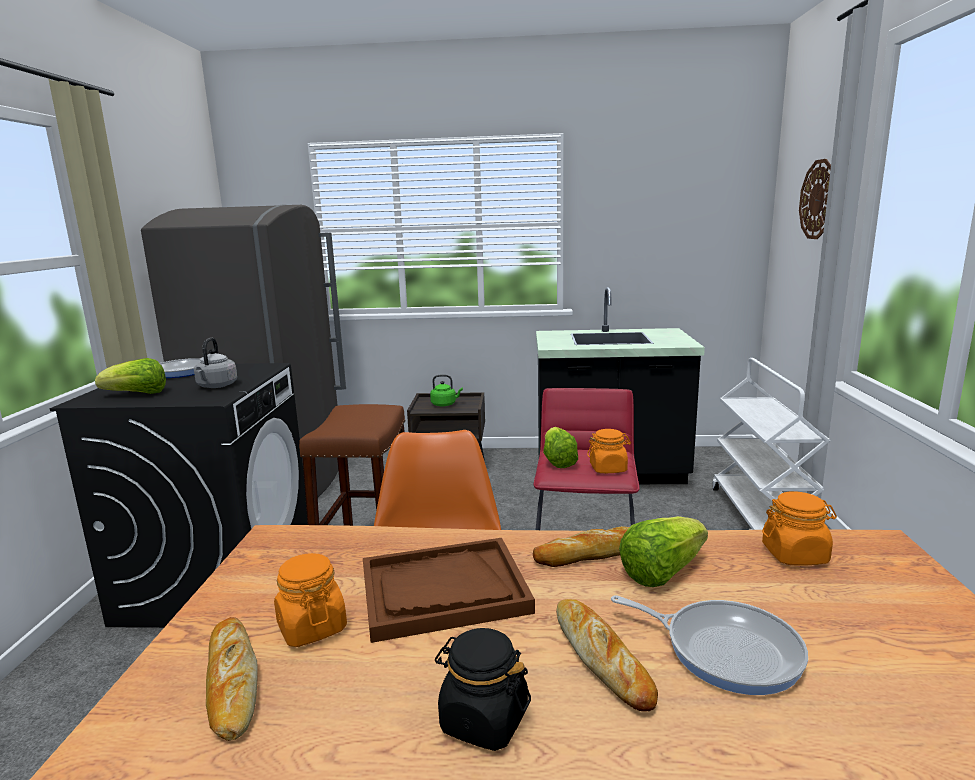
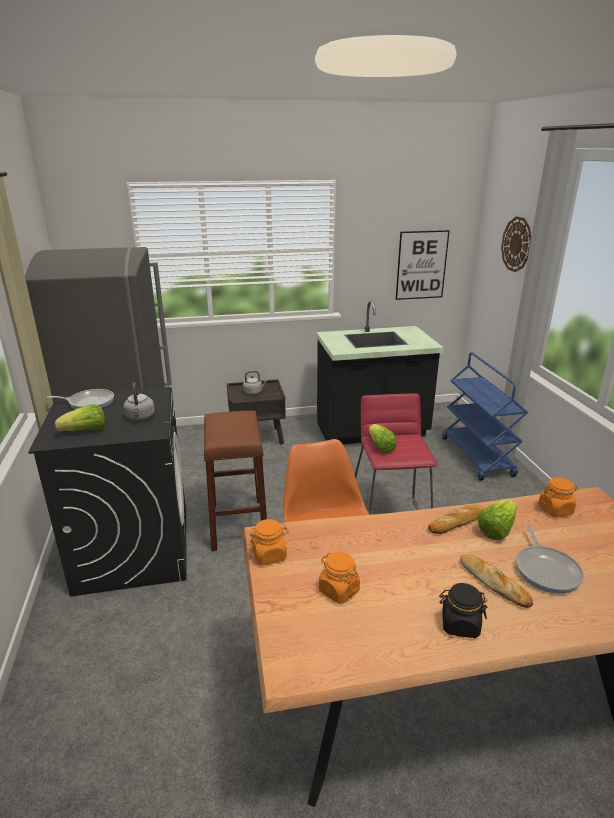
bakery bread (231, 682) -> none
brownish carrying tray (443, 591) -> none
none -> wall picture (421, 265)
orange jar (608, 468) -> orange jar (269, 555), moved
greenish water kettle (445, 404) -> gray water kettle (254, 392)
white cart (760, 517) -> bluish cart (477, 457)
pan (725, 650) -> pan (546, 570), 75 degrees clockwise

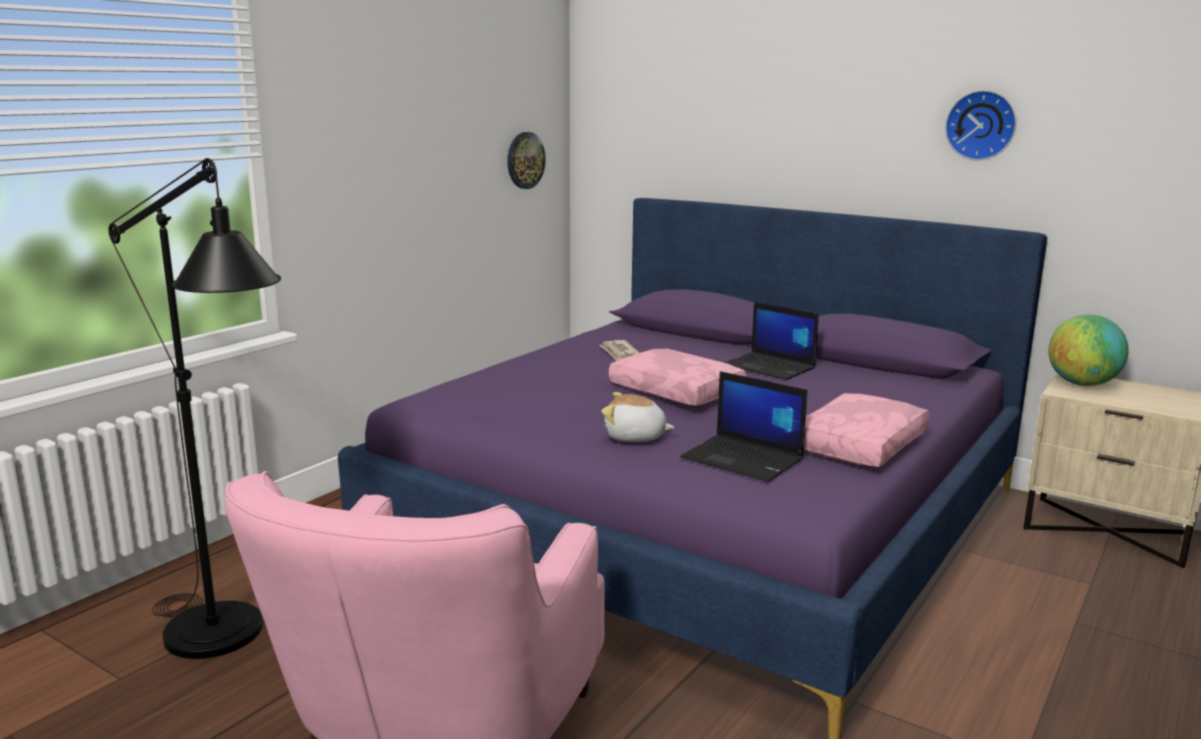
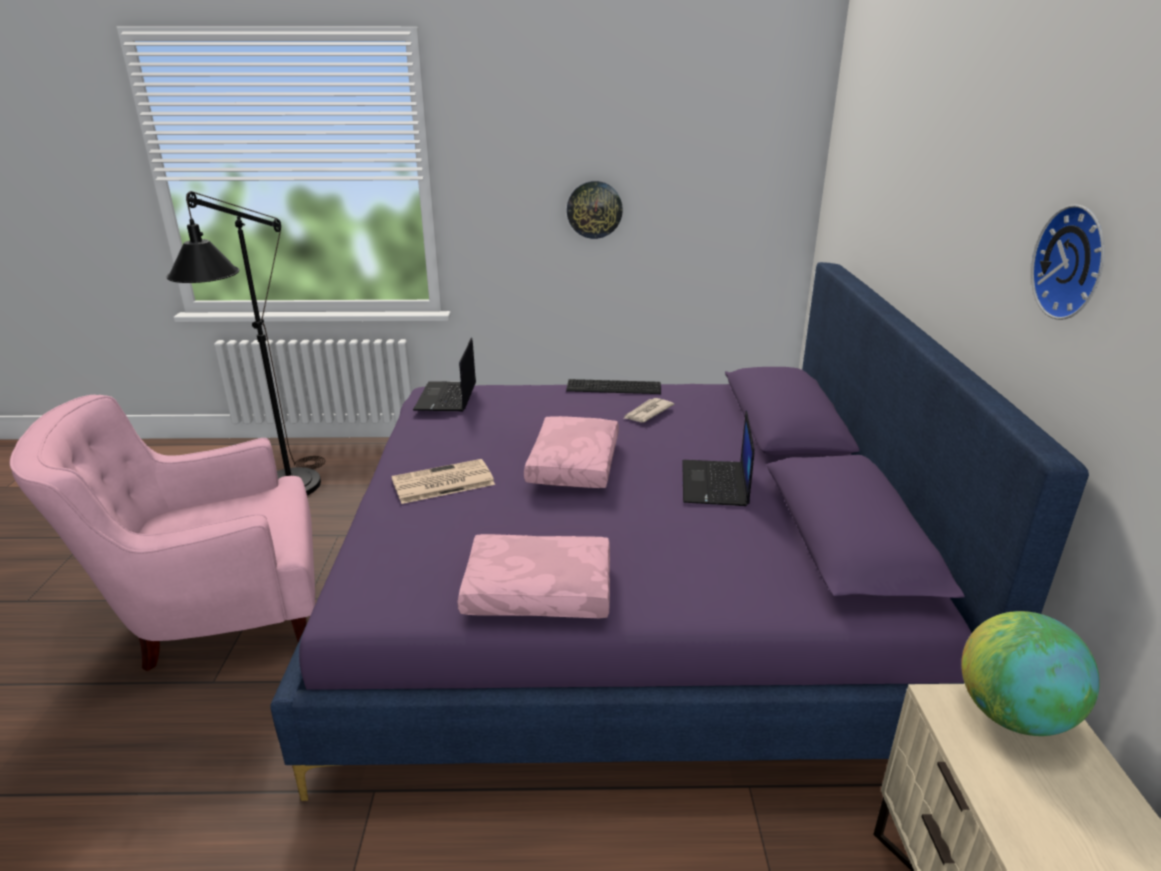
none -> keyboard (615, 387)
hanging clock (525, 160) -> hanging clock (594, 209), moved
notebook computer (744, 459) -> notebook computer (446, 397), moved
cuddly toy (634, 437) -> newspaper (442, 483)

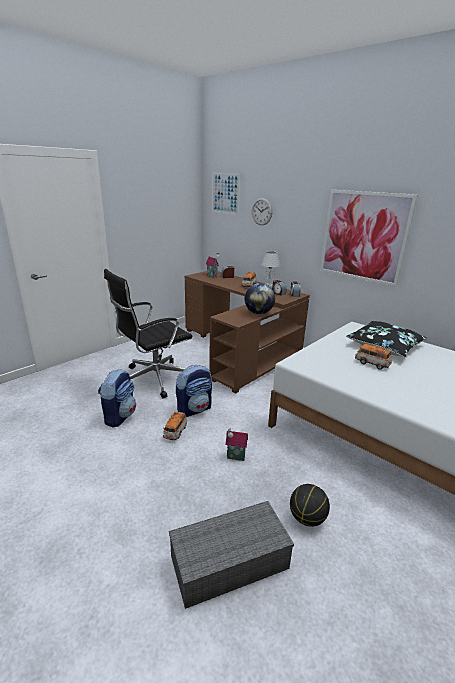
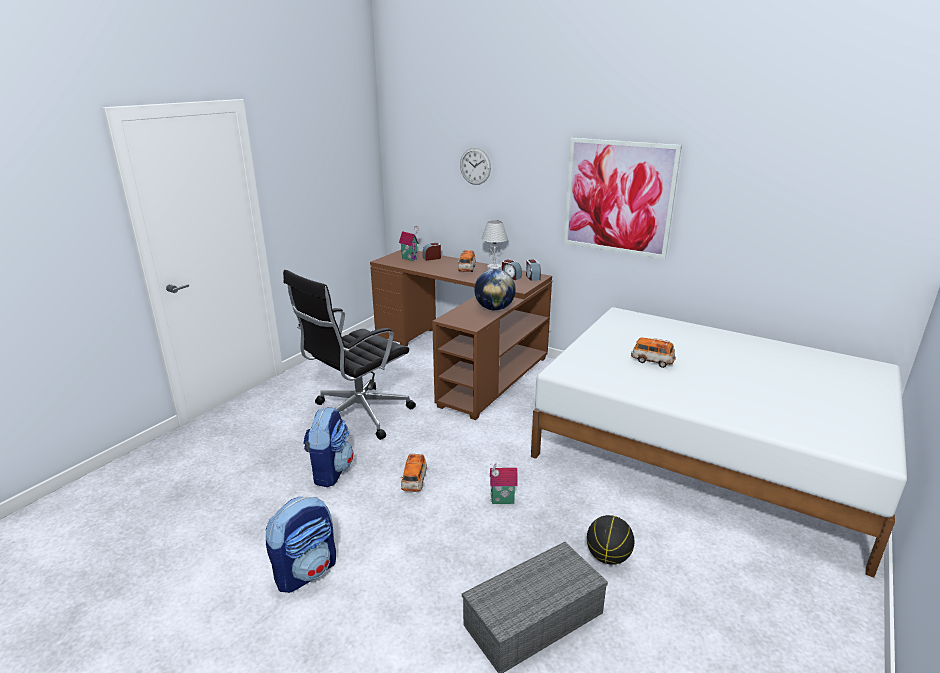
wall picture (225, 193) -> none
blackish pillow (384, 345) -> none
knapsack (194, 409) -> knapsack (306, 571), moved

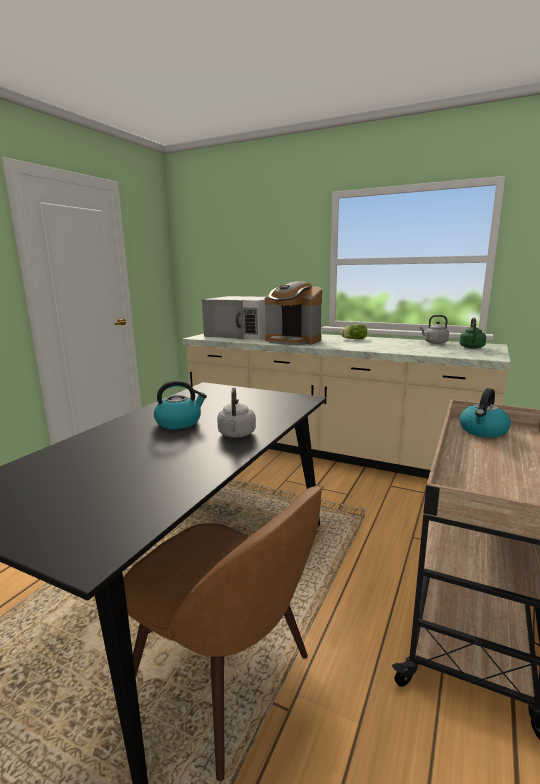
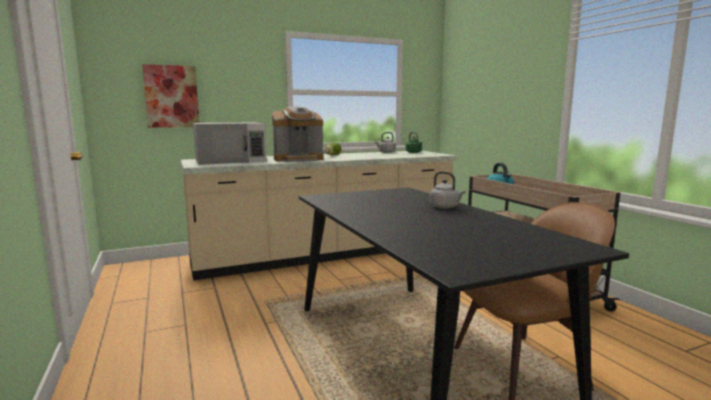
water kettle (179, 422) -> none
none -> wall picture (171, 96)

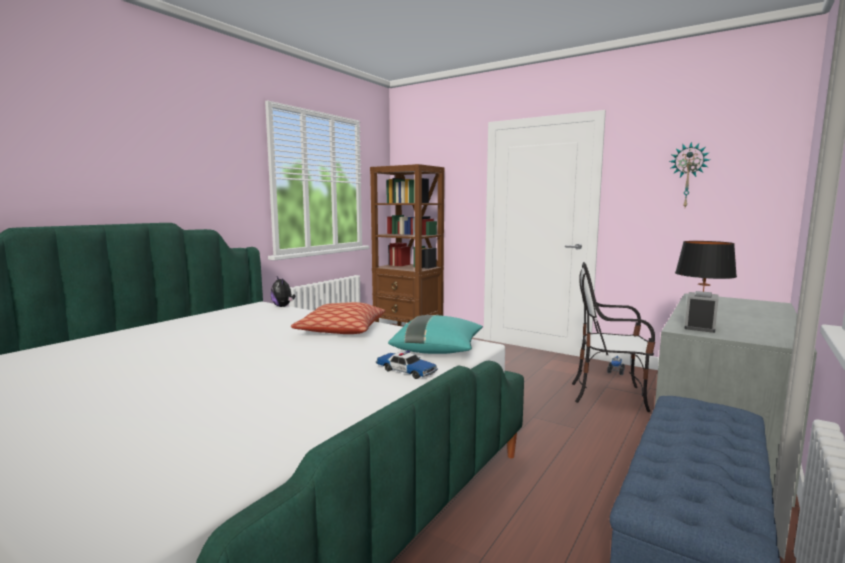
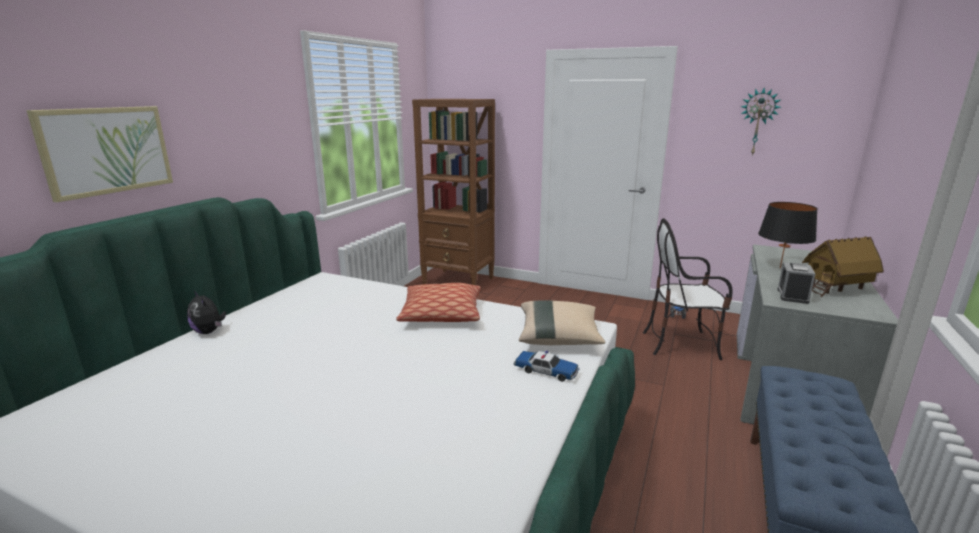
none -> wall picture (106, 150)
none -> toy house (836, 289)
cuddly toy (283, 306) -> cuddly toy (209, 332), moved
blue-green pillow (438, 350) -> beige-coloured pillow (558, 337)

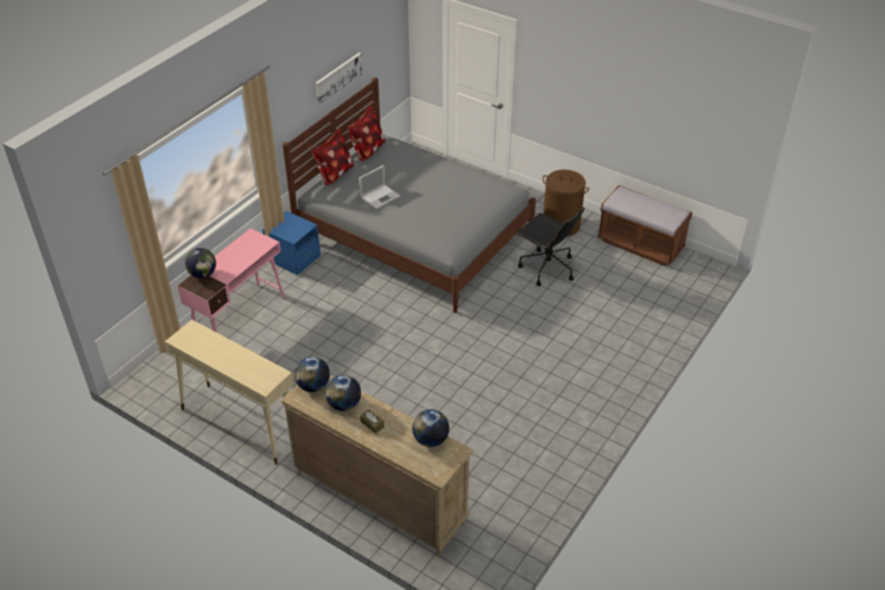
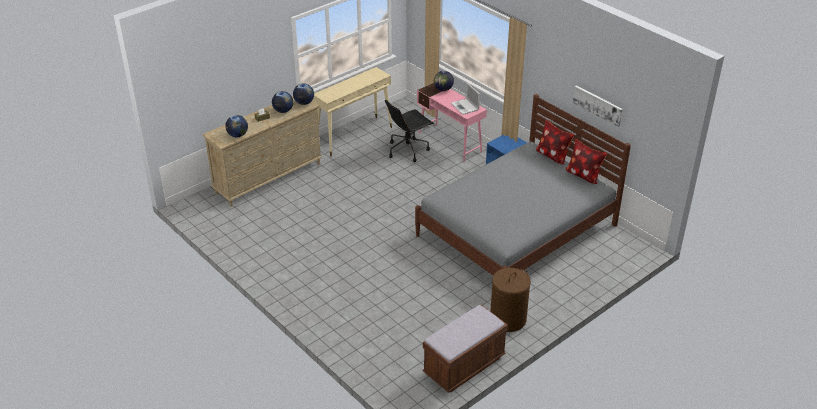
notebook computer (380, 196) -> notebook computer (465, 107), moved
blackish desk chair (546, 268) -> blackish desk chair (408, 150), moved

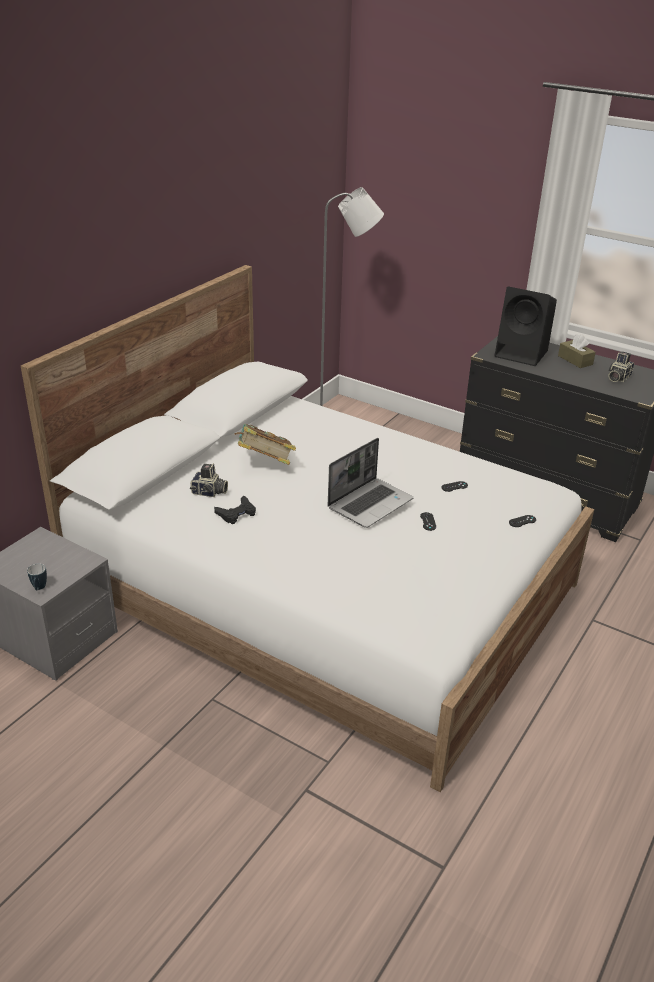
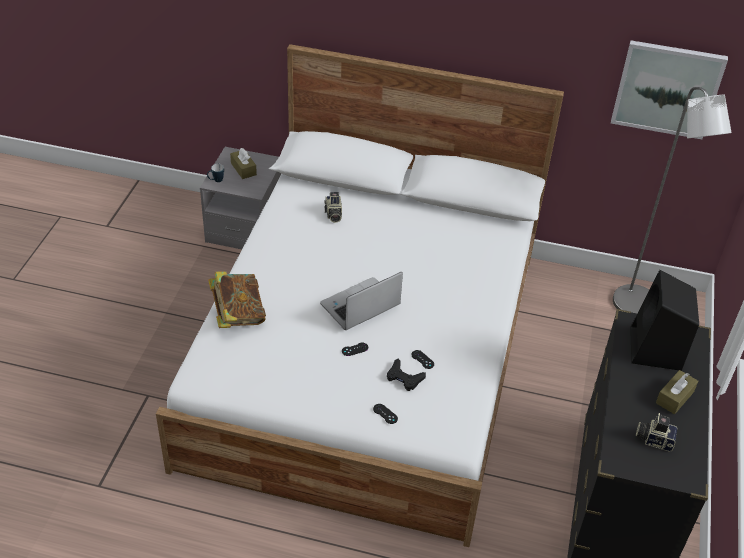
none -> brownish box of tissues (243, 169)
none -> wall picture (667, 89)
blackish gamepad (236, 513) -> blackish gamepad (404, 378), moved
book (265, 463) -> book (238, 315), moved
notebook computer (370, 503) -> notebook computer (359, 306), 120 degrees clockwise

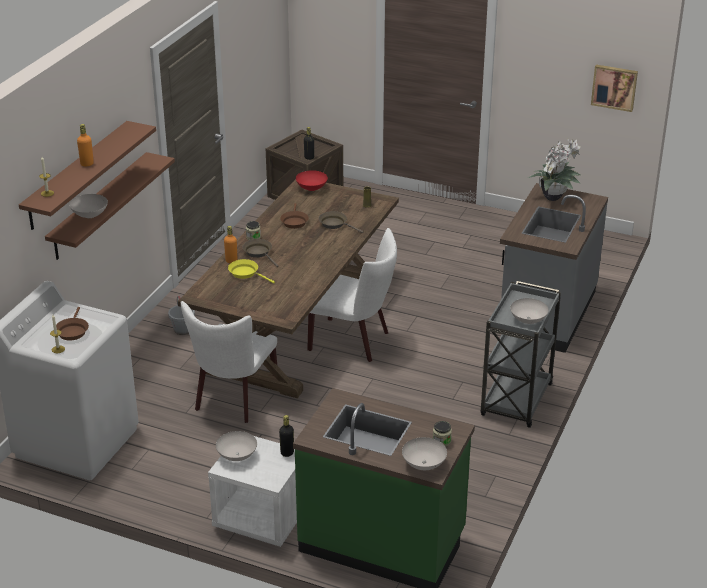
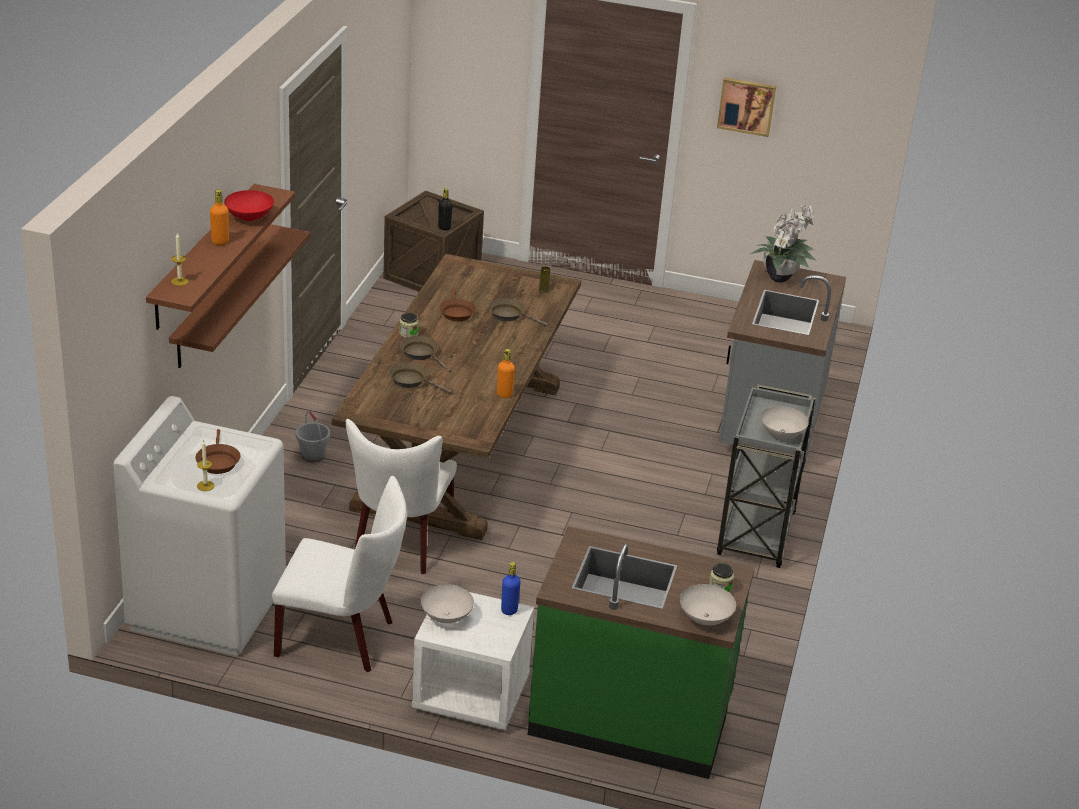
white deep dish (89, 215) -> none
orange beverage bottle (231, 261) -> orange beverage bottle (504, 394), moved
red-coloured deep dish (311, 188) -> red-coloured deep dish (248, 217), moved
white plain chair (354, 341) -> white plain chair (342, 638), moved
wall picture (614, 87) -> wall picture (746, 106), moved
yellowish pan (246, 273) -> brownish pan (411, 381)
blackish beverage bottle (287, 453) -> bluish beverage bottle (509, 610)

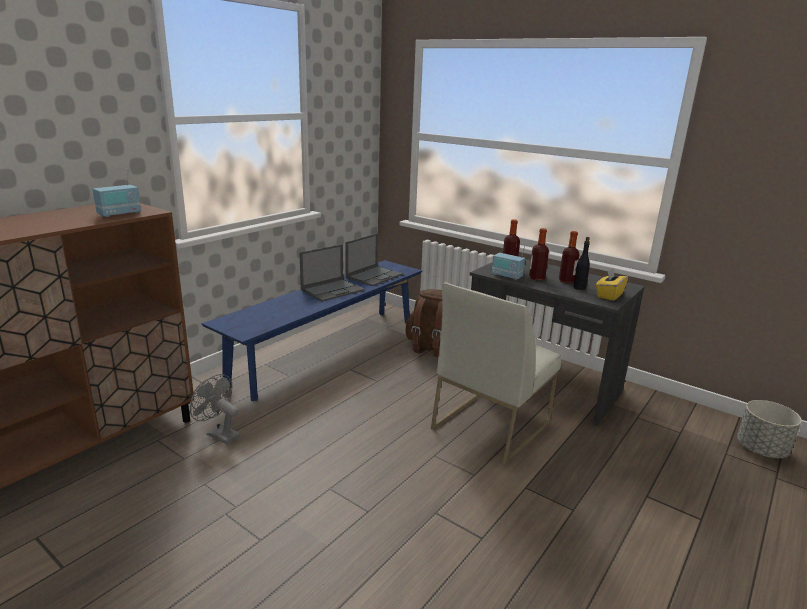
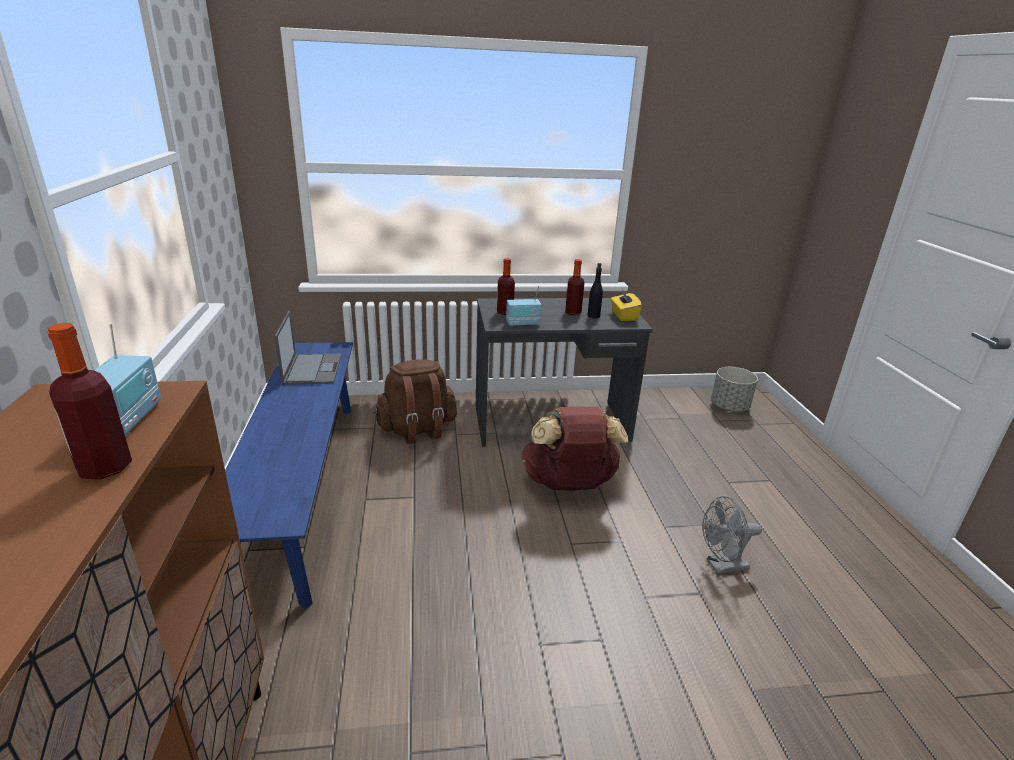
notebook computer (333, 290) -> none
gray cooling fan (219, 434) -> gray cooling fan (721, 566), moved
beverage bottle (536, 278) -> beverage bottle (105, 467), moved
white plain chair (490, 425) -> brownish knapsack (569, 485)

